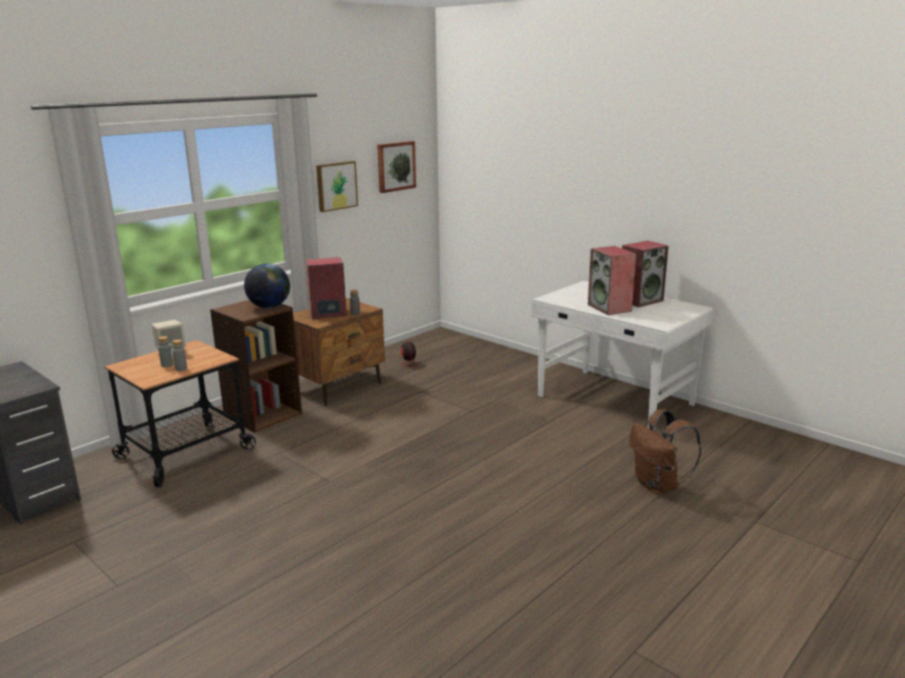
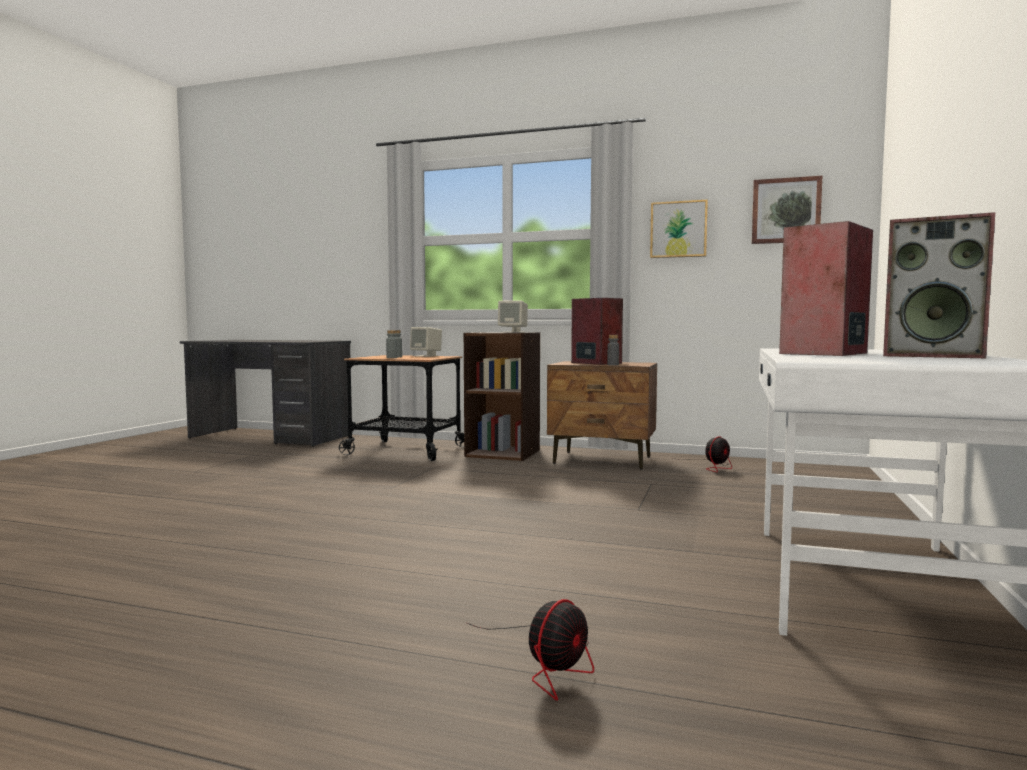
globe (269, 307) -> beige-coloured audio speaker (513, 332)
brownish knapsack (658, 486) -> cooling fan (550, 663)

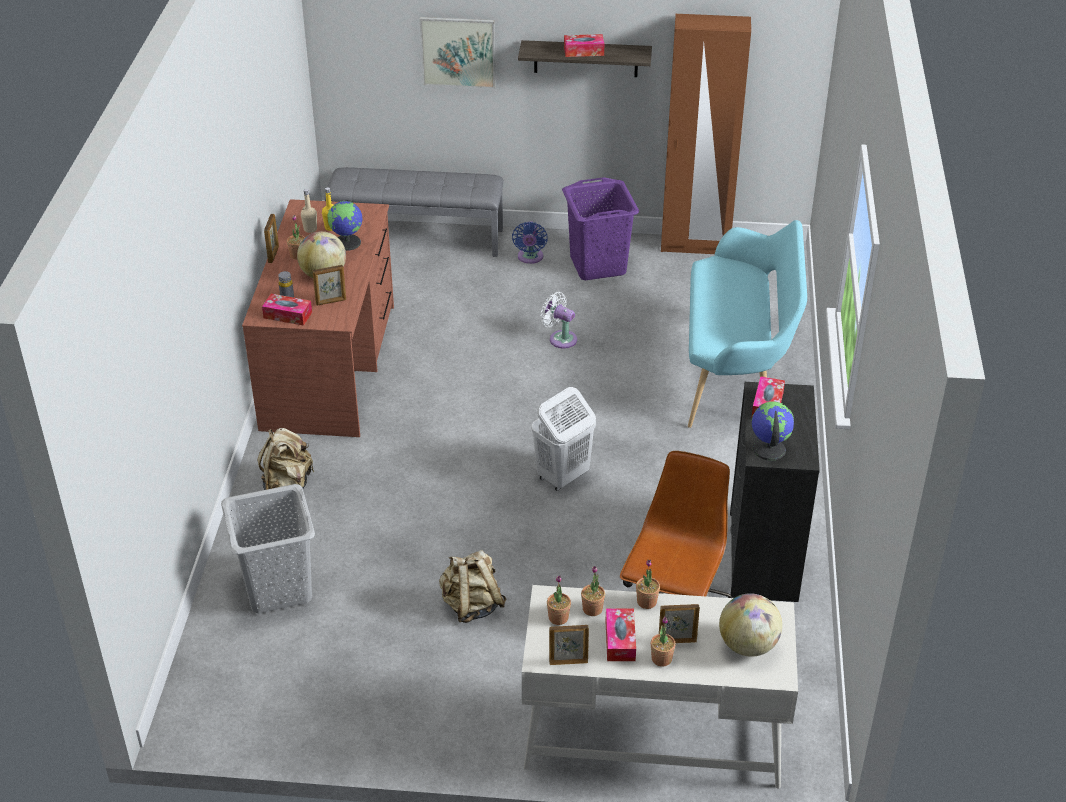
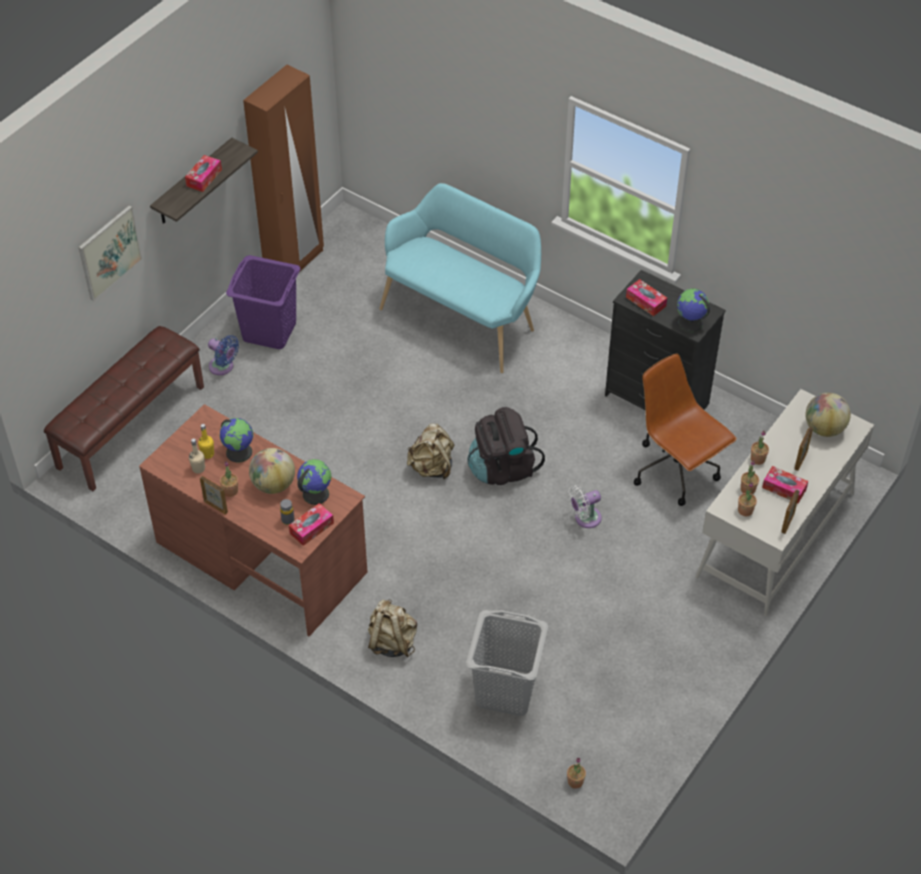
beige-coloured knapsack (471, 605) -> beige-coloured knapsack (432, 467), moved
white cooling fan (560, 338) -> white cooling fan (585, 518), moved
houseplant (661, 659) -> houseplant (575, 781), moved
photo frame (331, 302) -> globe (315, 493)
white hamper (562, 476) -> blackish knapsack (502, 468)
gray indoor bench (418, 238) -> brownish indoor bench (130, 426)

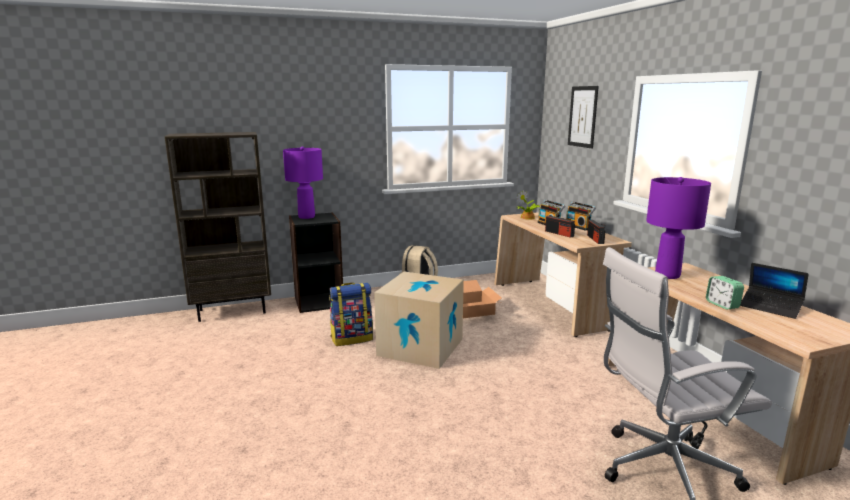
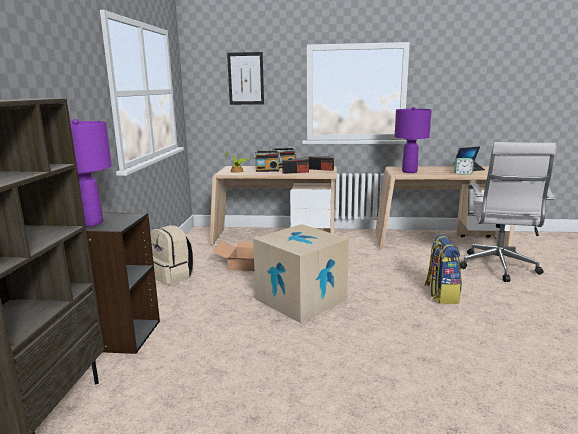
knapsack (352, 338) -> knapsack (441, 294), moved

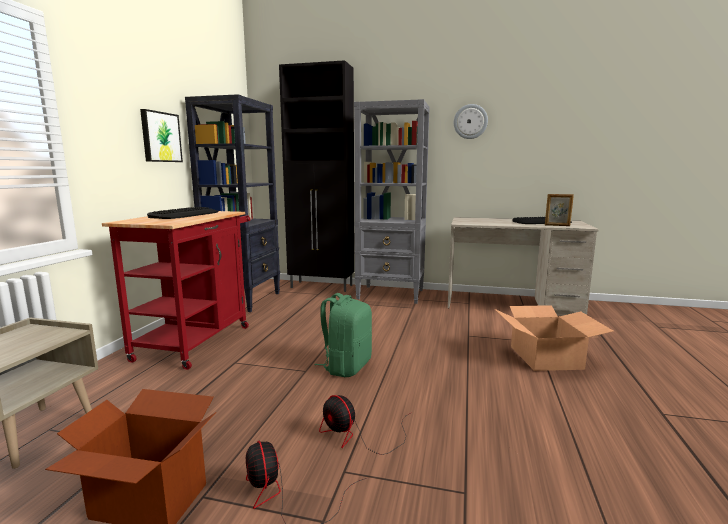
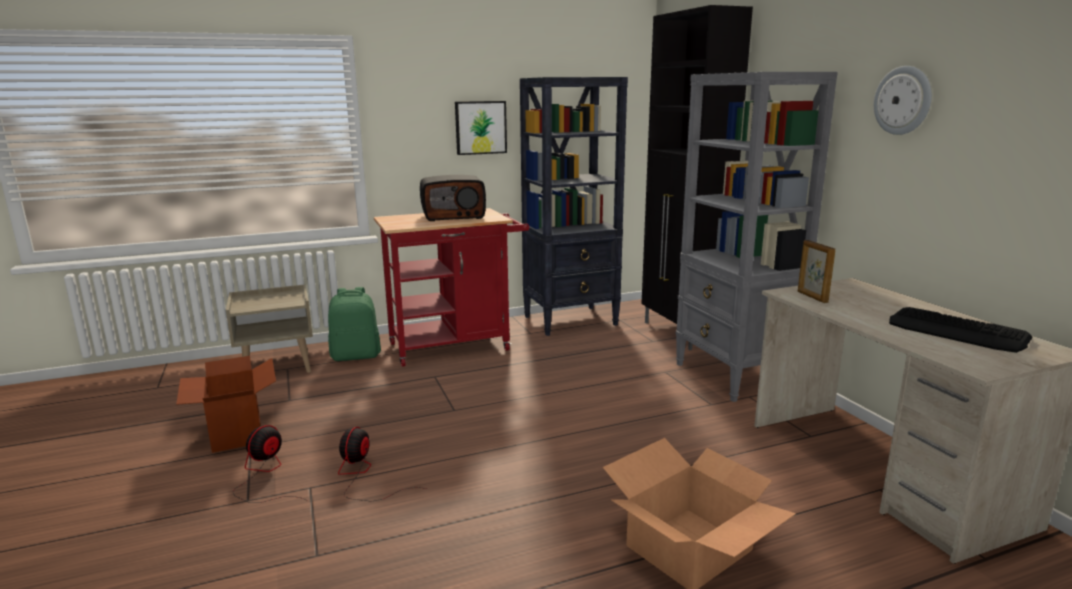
greenish knapsack (346, 367) -> greenish knapsack (356, 356), moved
photo frame (557, 225) -> photo frame (812, 297), moved
keyboard (185, 214) -> radio receiver (453, 216)

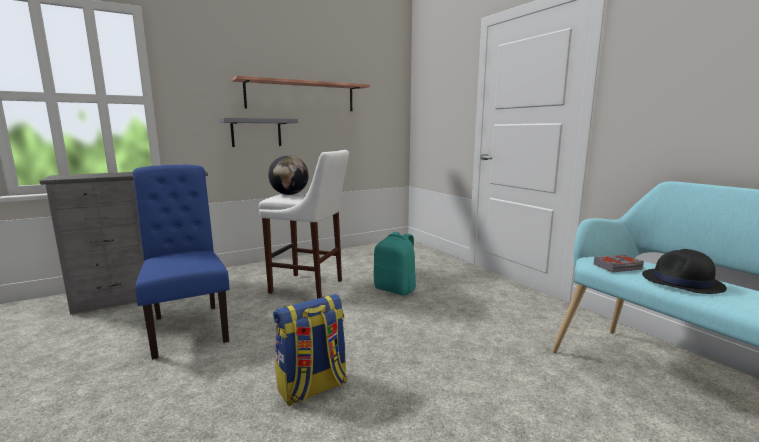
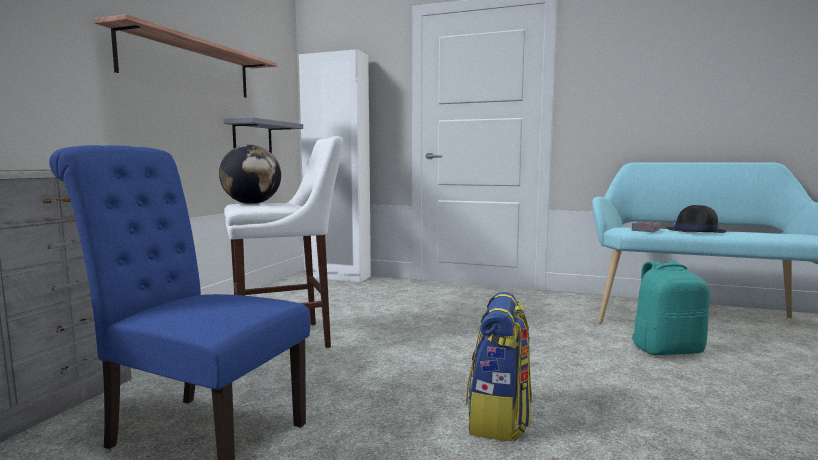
none -> white clothes cupboard (338, 277)
gray bracket shelf (256, 132) -> gray bracket shelf (252, 138), moved
blue-green knapsack (396, 289) -> blue-green knapsack (666, 349), moved

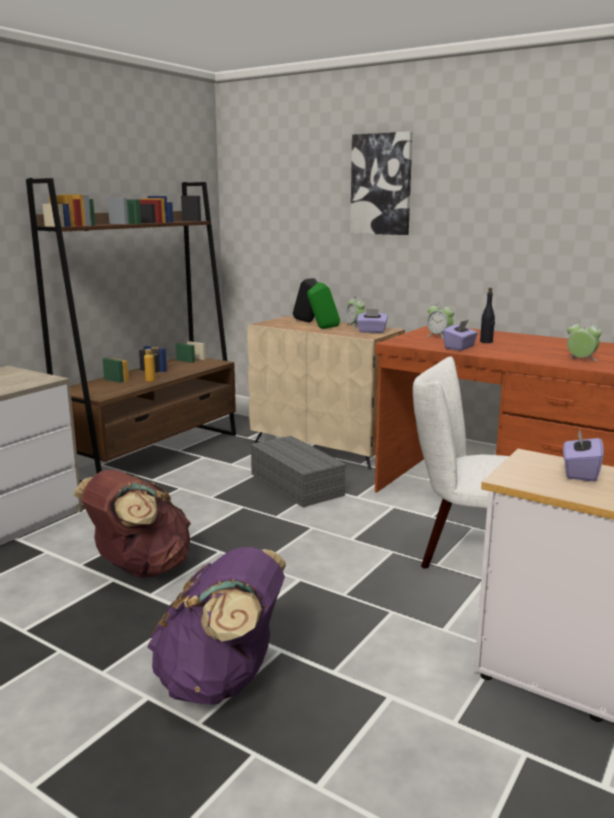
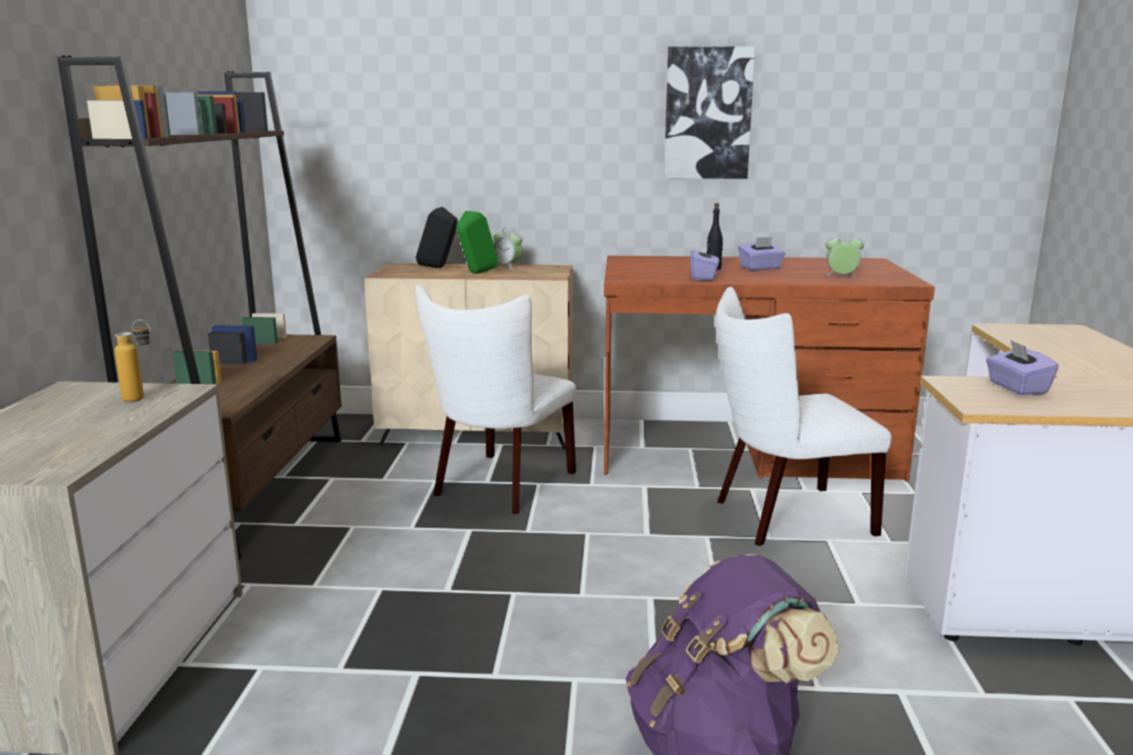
brownish knapsack (140, 568) -> none
bedside clock (439, 336) -> none
beverage bottle (153, 381) -> beverage bottle (141, 399), moved
wall picture (381, 184) -> wall picture (707, 113), moved
purple box of tissues (371, 331) -> purple box of tissues (760, 268), moved
gray storage container (294, 484) -> white plain chair (499, 486)

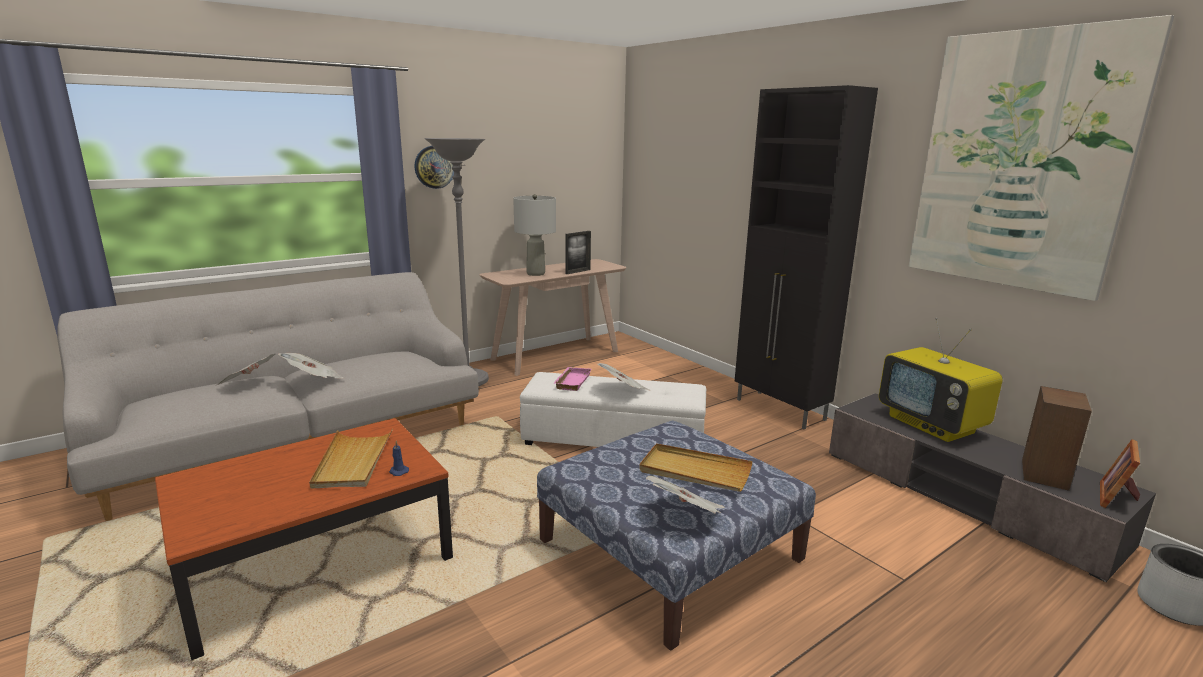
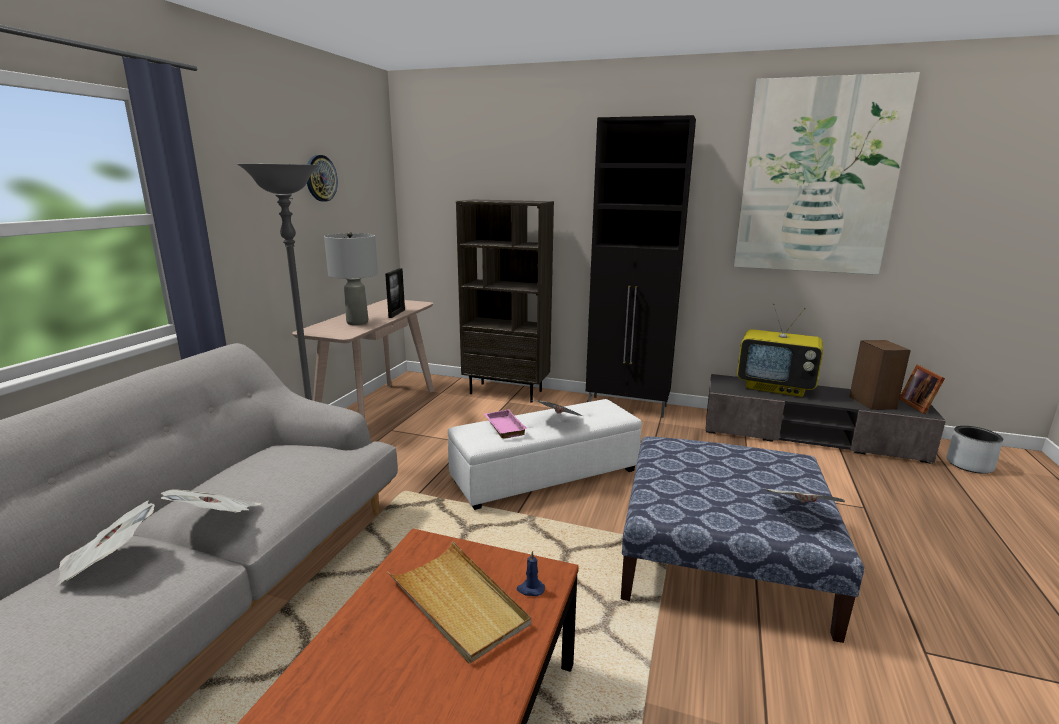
beige-coloured carrying tray (694, 471) -> none
none -> brownish shelving unit (507, 392)
hanging clock (434, 167) -> hanging clock (320, 178), moved

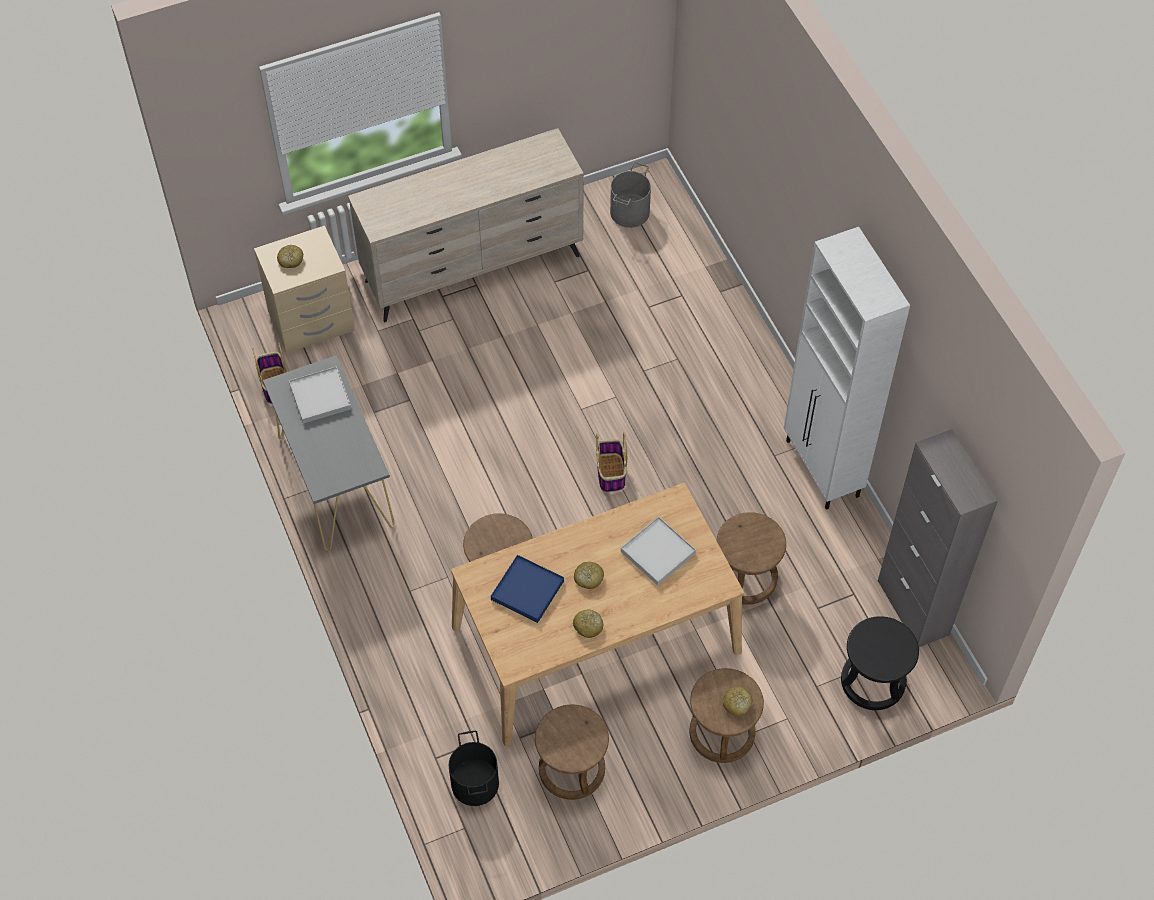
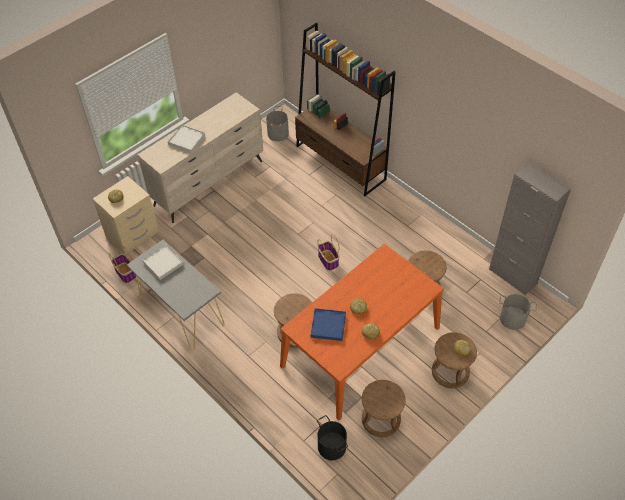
white cabinet (822, 470) -> none
none -> brownish shelving unit (340, 163)
white carrying tray (657, 552) -> white carrying tray (186, 140), moved
blackish sitting stool (873, 681) -> gray water bucket (512, 319)
beige-coloured kitchen table (596, 639) -> orange kitchen table (361, 346)

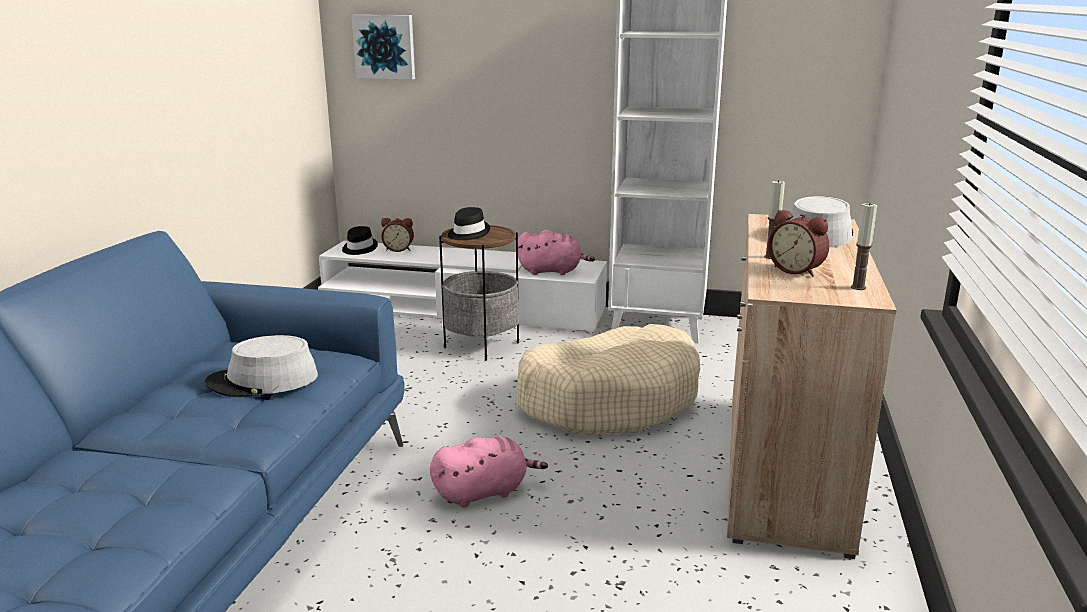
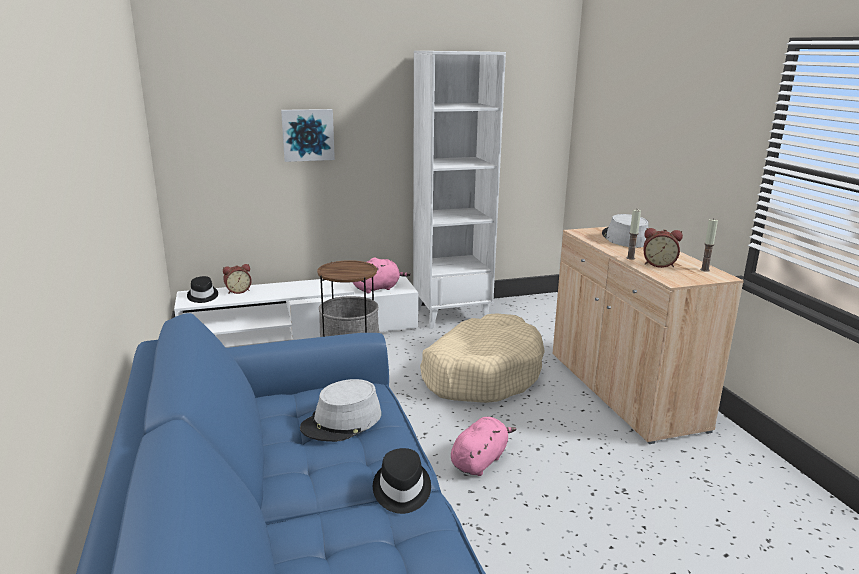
wall picture (385, 46) -> wall picture (308, 135), moved
blackish wearable hat (467, 233) -> blackish wearable hat (401, 490), moved

